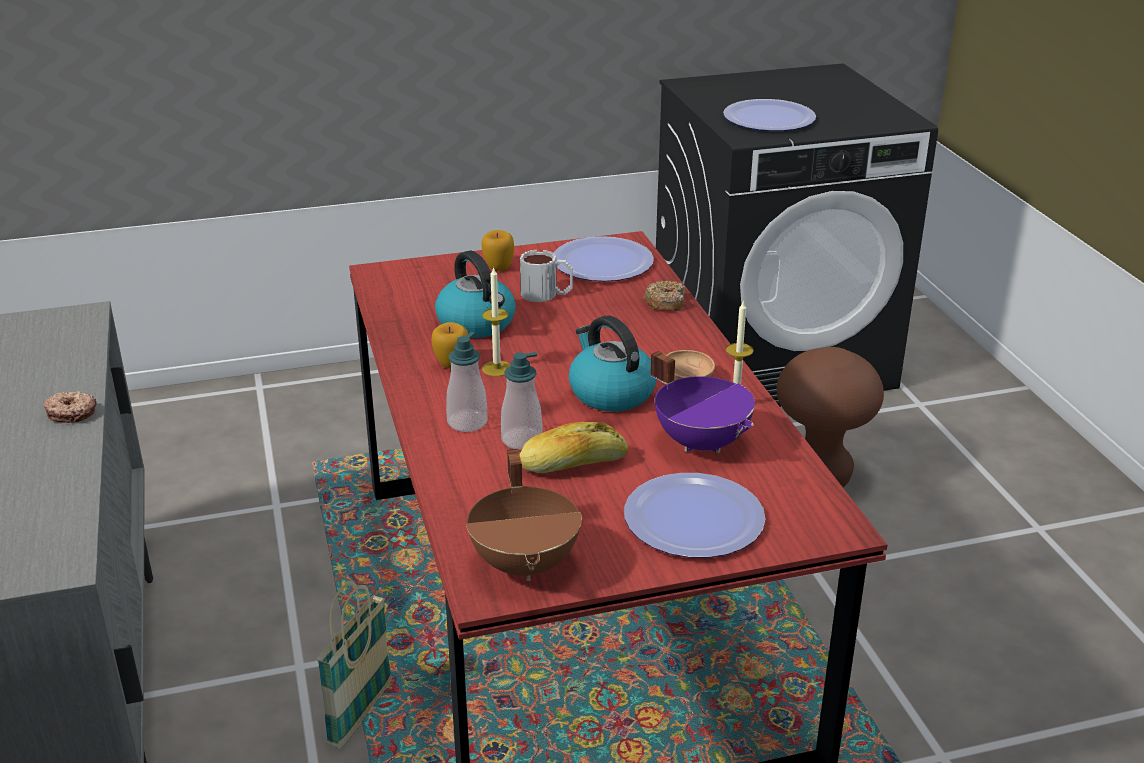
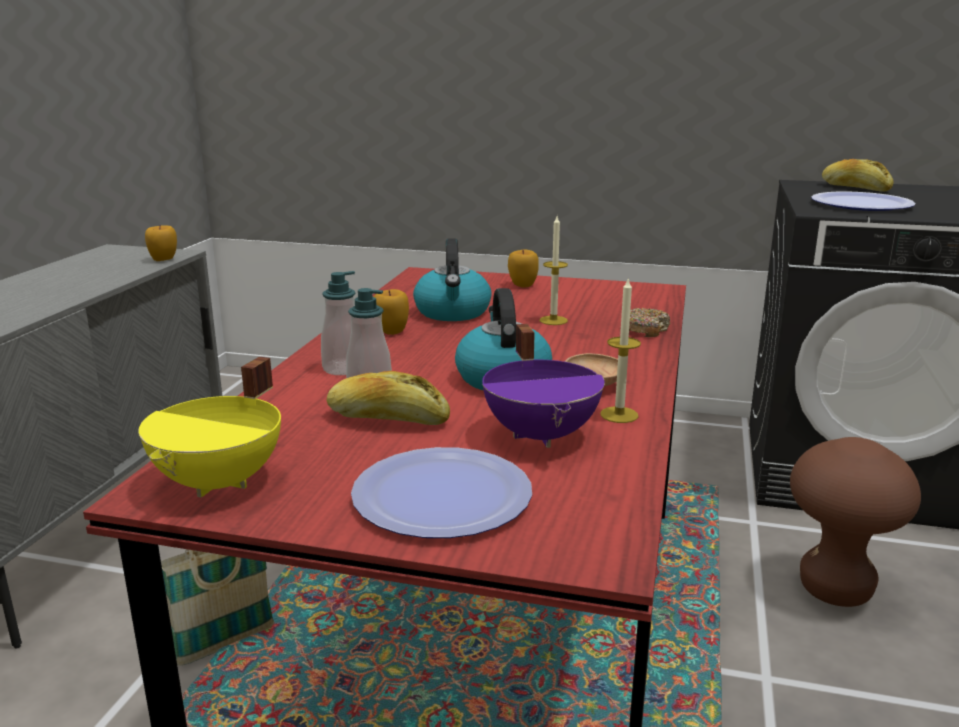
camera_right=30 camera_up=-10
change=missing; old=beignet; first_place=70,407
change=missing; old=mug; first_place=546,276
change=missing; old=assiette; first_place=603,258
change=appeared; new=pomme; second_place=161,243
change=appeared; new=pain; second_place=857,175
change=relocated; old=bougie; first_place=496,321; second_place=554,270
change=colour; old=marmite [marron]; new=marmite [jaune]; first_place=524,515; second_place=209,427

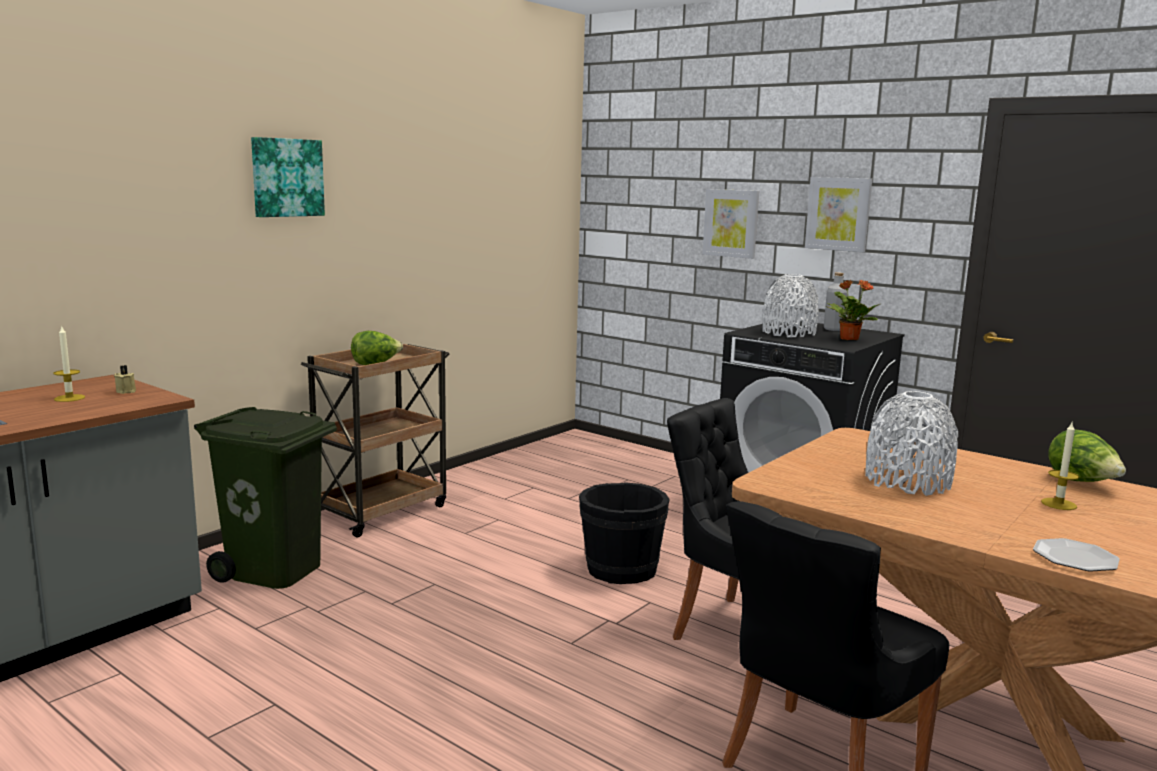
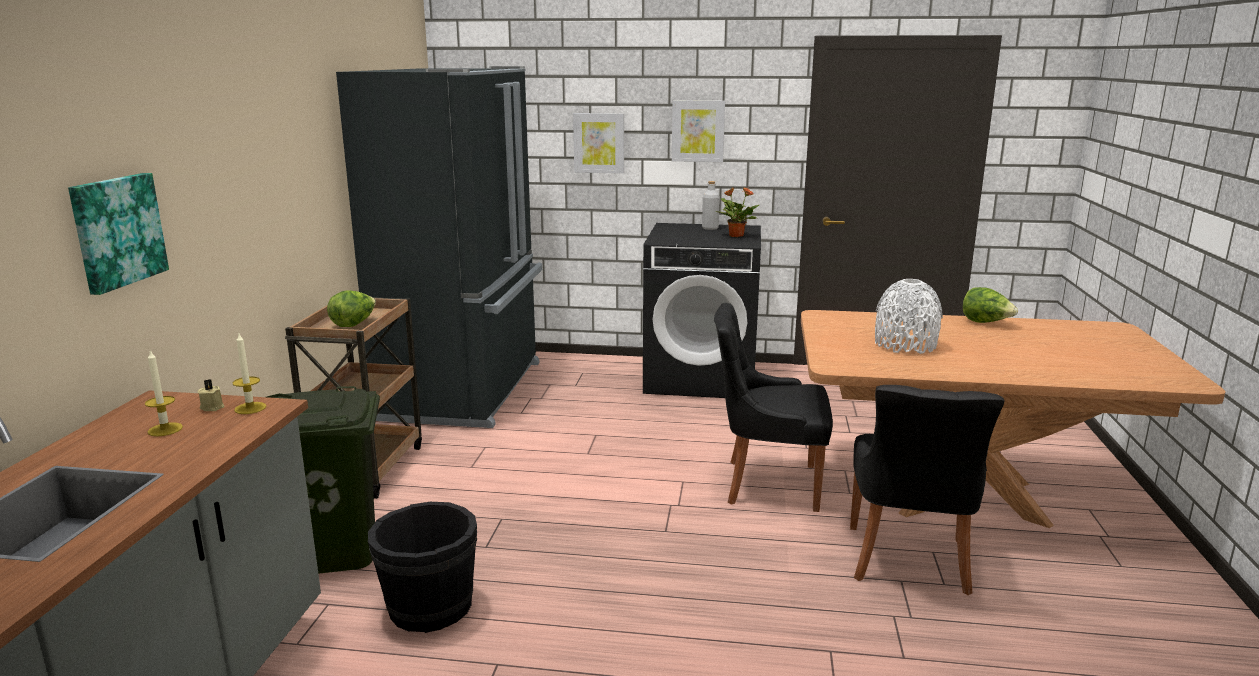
camera_right=-30 camera_up=5
change=missing; old=vase [blanc]; first_place=791,305
change=missing; old=assiette; first_place=1076,555
change=appeared; new=réfrigérateur [noir]; second_place=439,247
change=relocated; old=tableau; first_place=288,177; second_place=118,234
change=relocated; old=seau [noir]; first_place=624,533; second_place=422,567
change=relocated; old=bougie; first_place=1060,466; second_place=249,374

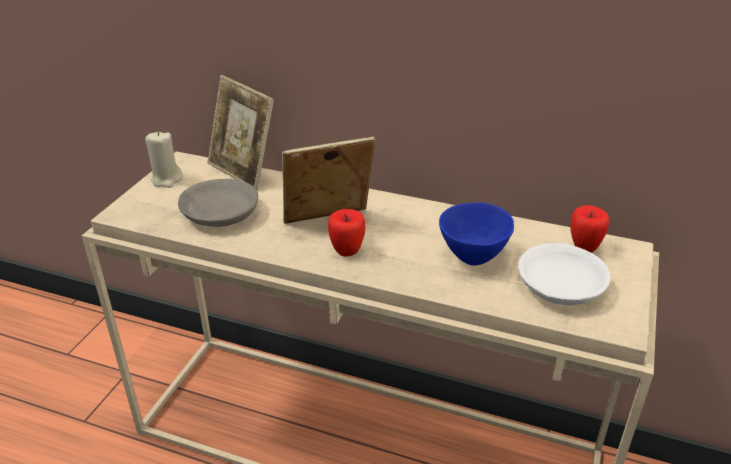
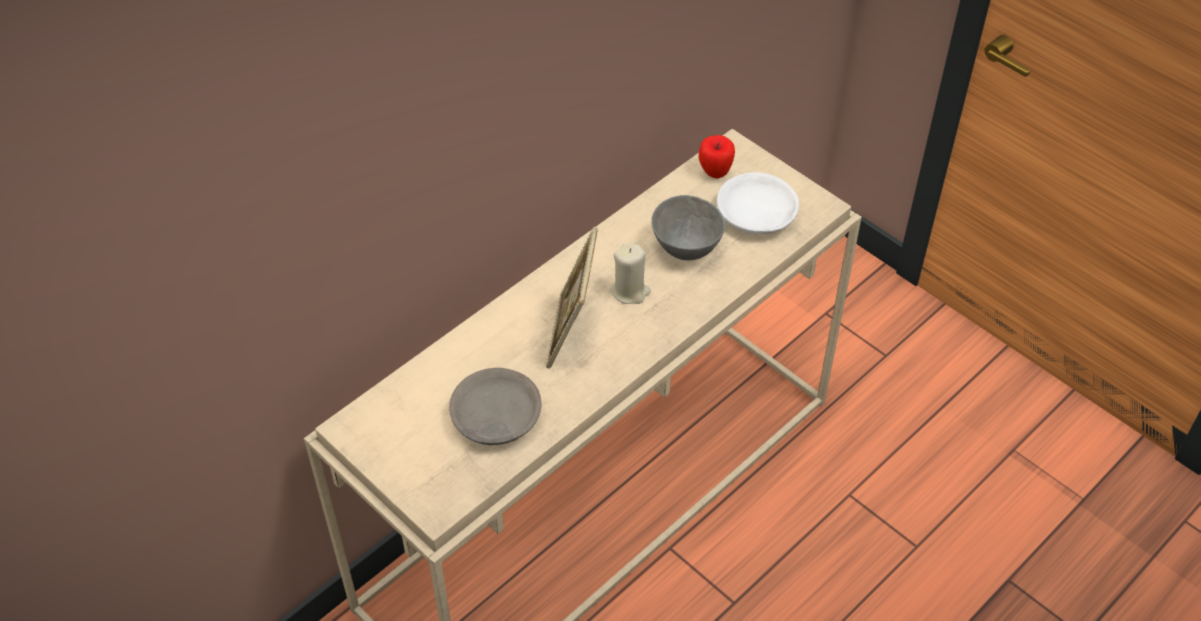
camera_right=-65 camera_up=15
change=missing; old=cadre photo; first_place=241,132
change=missing; old=pomme; first_place=346,233
change=relocated; old=bougie [beige]; first_place=164,159; second_place=630,273
change=colour; old=bol [bleu]; new=bol [gris]; first_place=476,234; second_place=688,227

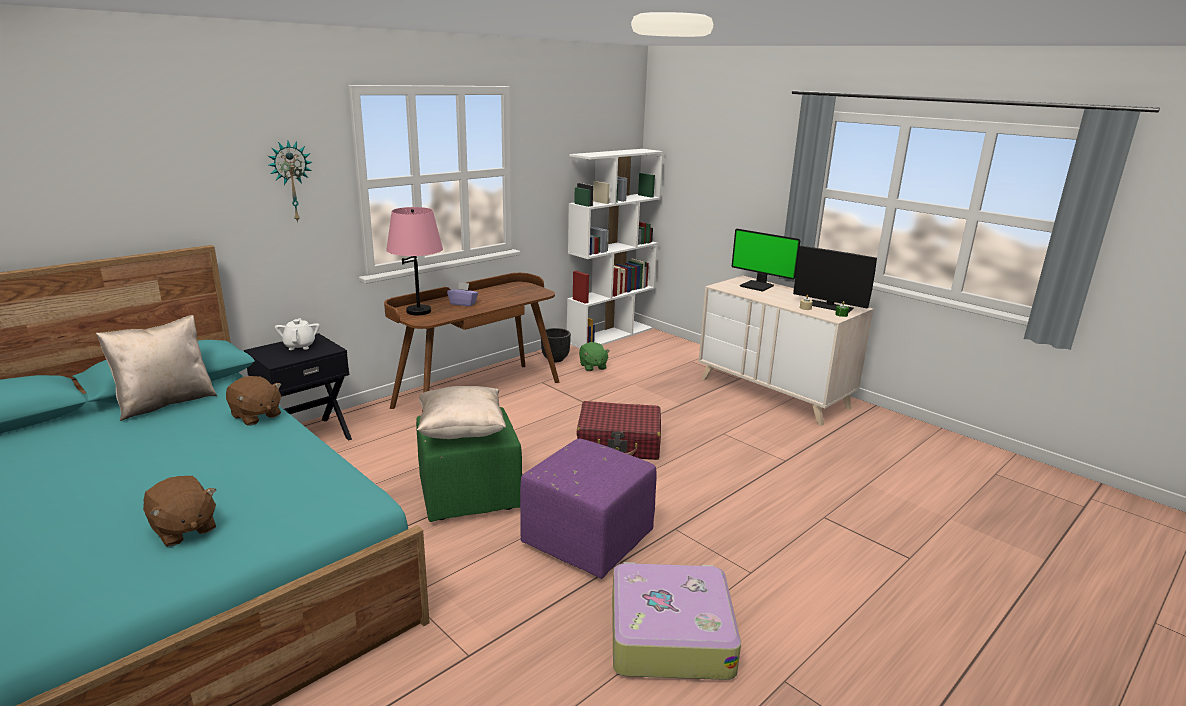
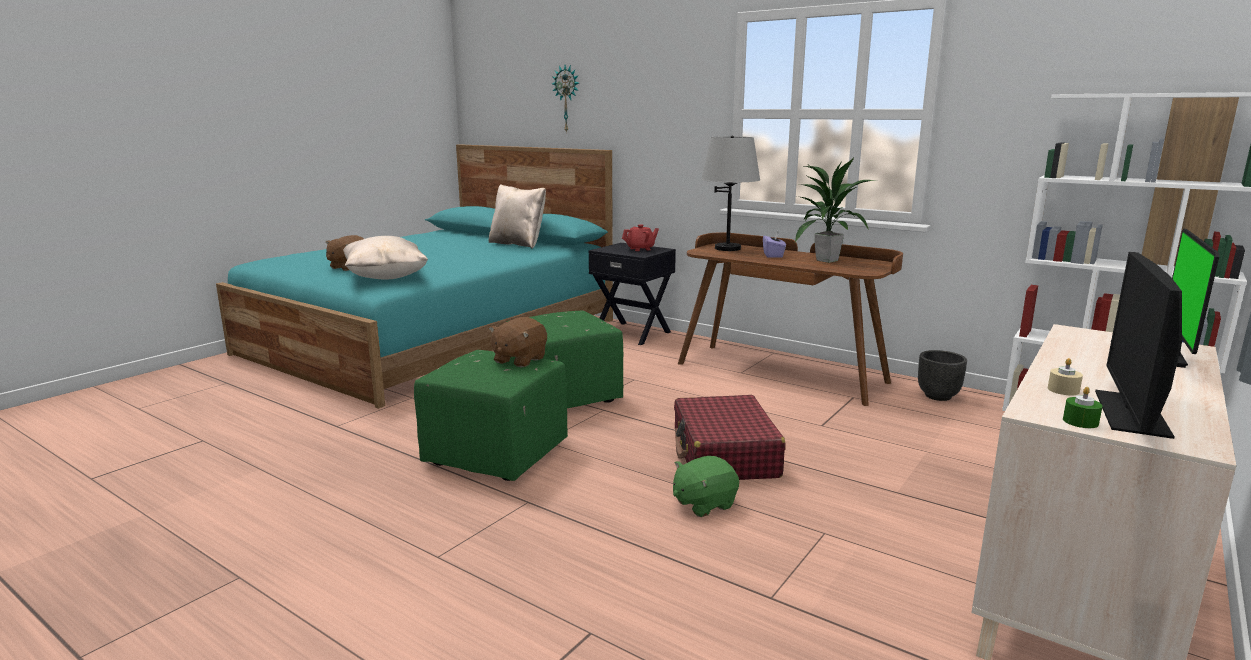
camera_right=80 camera_up=-5
change=missing; old=valise; first_place=676,621
change=appeared; new=plante en pot; second_place=835,210
change=relocated; old=peluche [marron]; first_place=254,400; second_place=517,342
change=relocated; old=horloge murale; first_place=290,182; second_place=565,99
change=relocated; old=coussin [beige]; first_place=461,412; second_place=385,257
change=relocated; old=peluche [vert]; first_place=594,356; second_place=706,486
change=colour; old=théière [blanc]; new=théière [rouge]; first_place=297,334; second_place=640,237
change=colour; old=lampe de table [rose]; new=lampe de table [gris]; first_place=414,261; second_place=730,193
change=colour; old=pouf [violet]; new=pouf [vert]; first_place=588,509; second_place=491,415

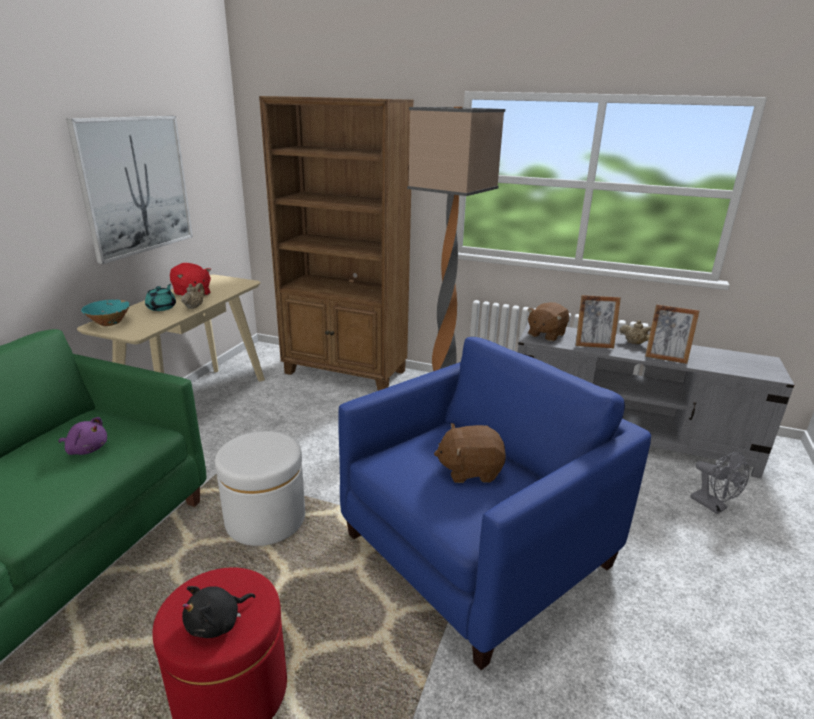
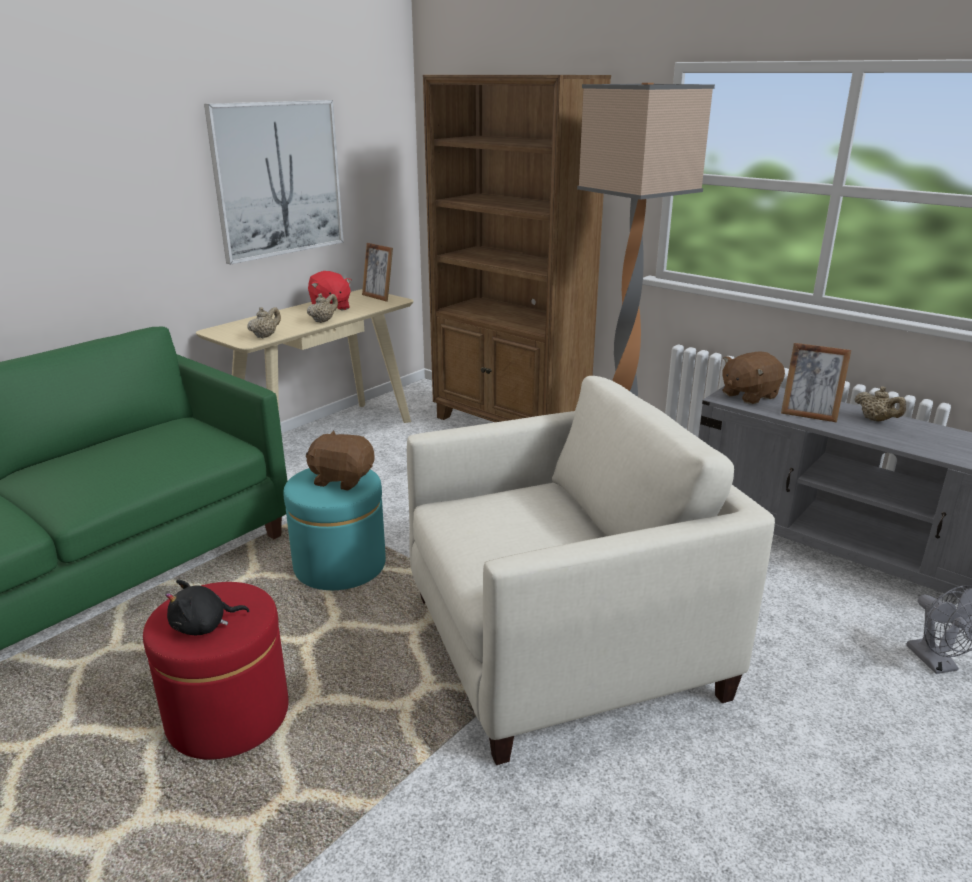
camera_right=20 camera_up=0
change=missing; old=peluche [violet]; first_place=83,436
change=missing; old=bol [turquoise]; first_place=105,313
change=missing; old=théière [turquoise]; first_place=160,297
change=appeared; new=théière [beige]; second_place=264,322
change=relocated; old=peluche [marron]; first_place=470,453; second_place=340,461
change=relocated; old=cadre photo; first_place=672,334; second_place=377,272
change=colour; old=pouf [blanc]; new=pouf [turquoise]; first_place=260,488; second_place=334,529
change=colour; old=fauteuil [bleu]; new=fauteuil [beige]; first_place=494,503; second_place=591,570

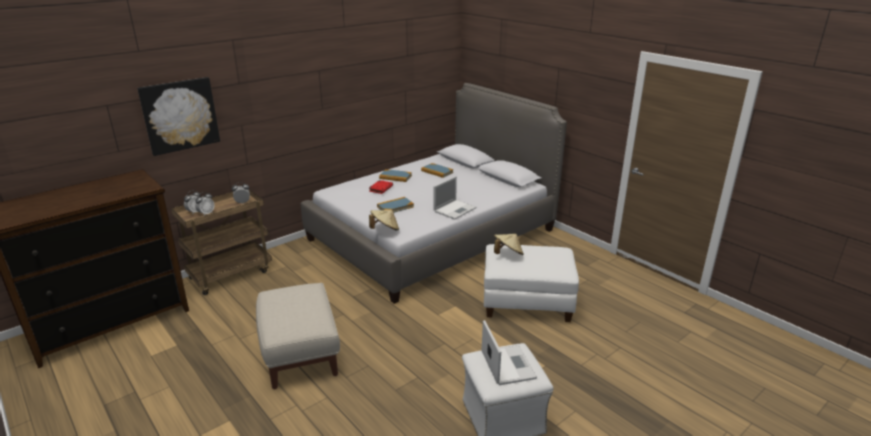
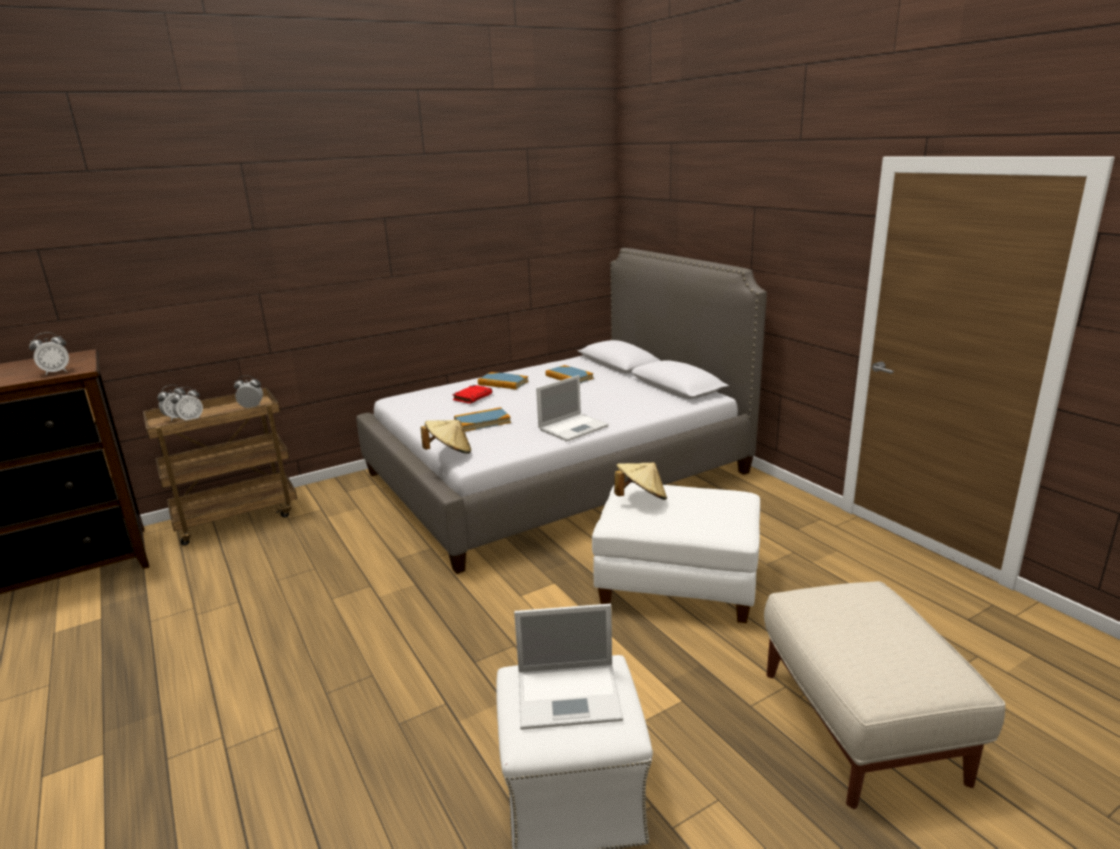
camera_right=10 camera_up=-5
change=missing; old=tableau; first_place=178,116
change=appeared; new=réveil; second_place=49,353
change=relocated; old=pouf [beige]; first_place=298,336; second_place=885,695
change=spun; old=ordinateur portable; first_place=509,352; second_place=568,667; degrees=90

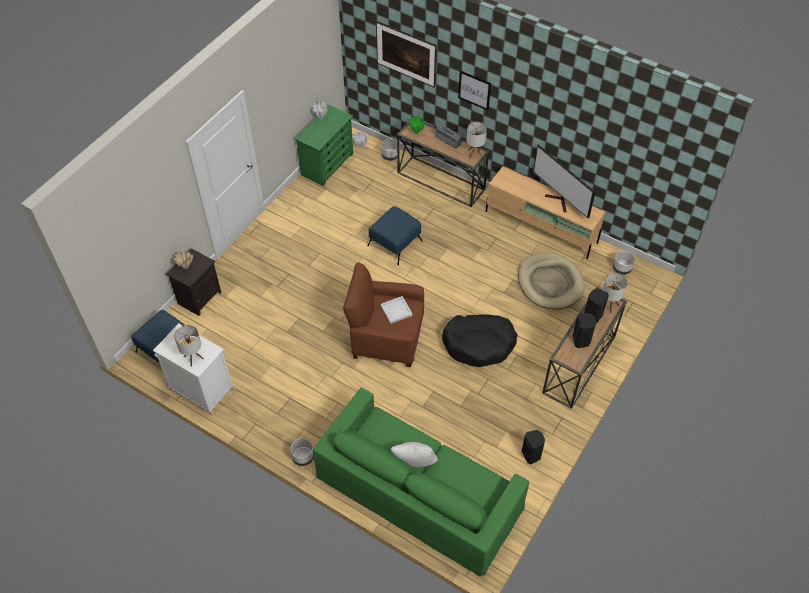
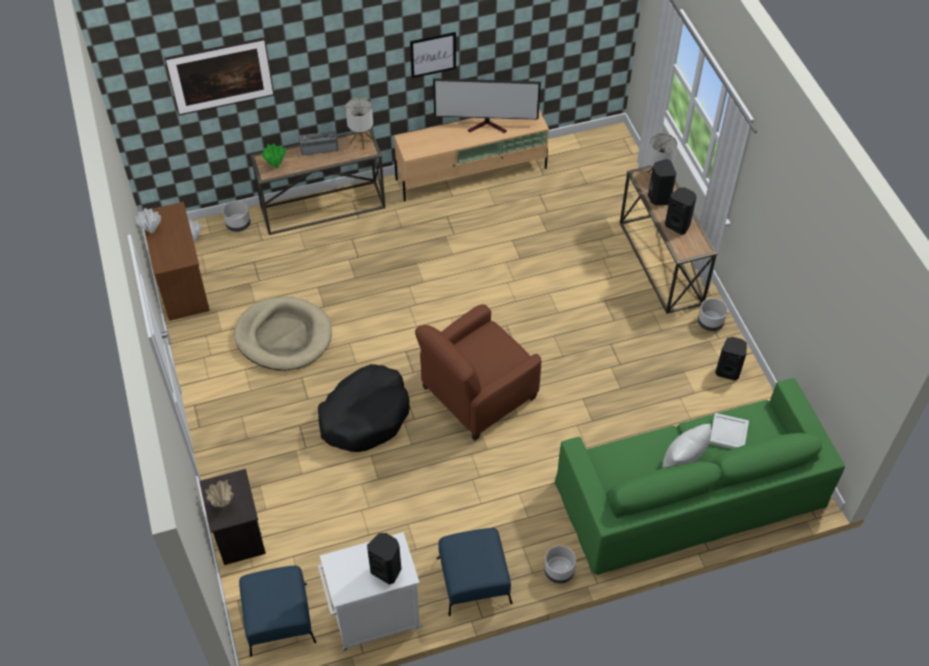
camera_right=-50 camera_up=0
change=relocated; old=pouf [bleu]; first_place=395,235; second_place=474,572
change=relocated; old=plateau [blanc]; first_place=396,310; second_place=729,431
change=relocated; old=panier pour chien [noir]; first_place=480,340; second_place=364,408
change=relocated; old=tableau; first_place=474,91; second_place=433,55
change=relocated; old=panier pour chien [beige]; first_place=551,281; second_place=283,333
change=relocated; old=cache-pot [gris]; first_place=624,263; second_place=713,314
change=exchanged; old=lampe de table; new=enceinte [noir]; first_place=189,346; second_place=384,558
change=colour; old=commode [vert]; new=commode [marron]; first_place=324,145; second_place=177,261

